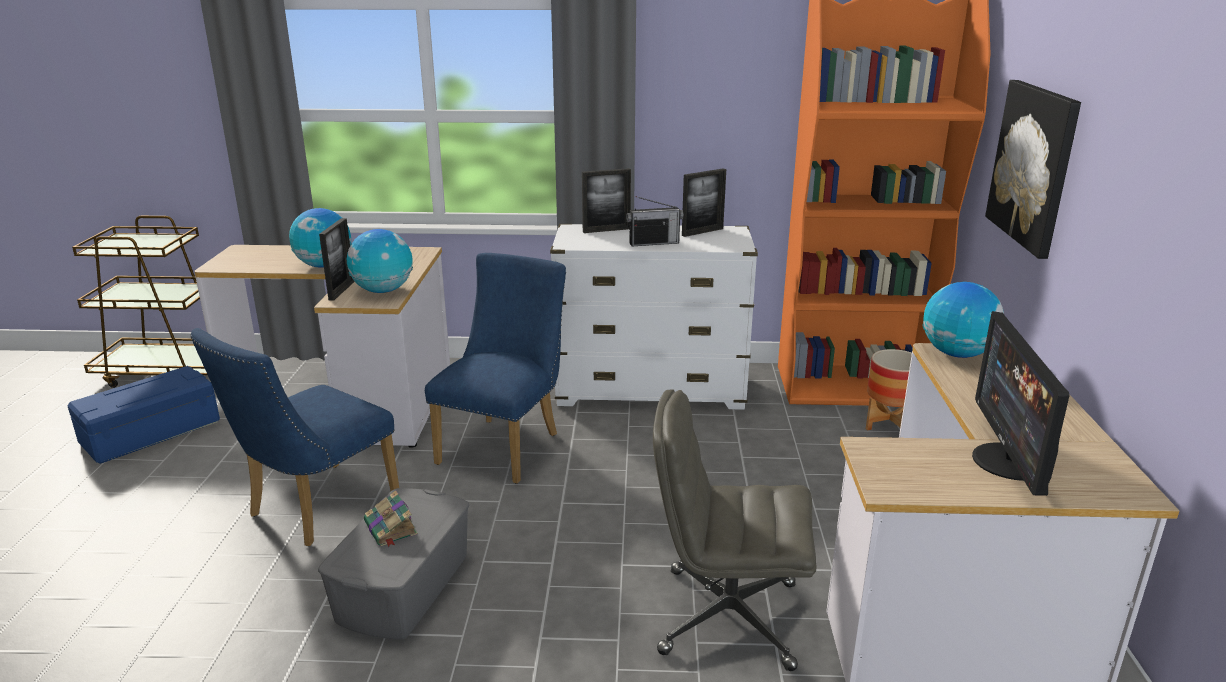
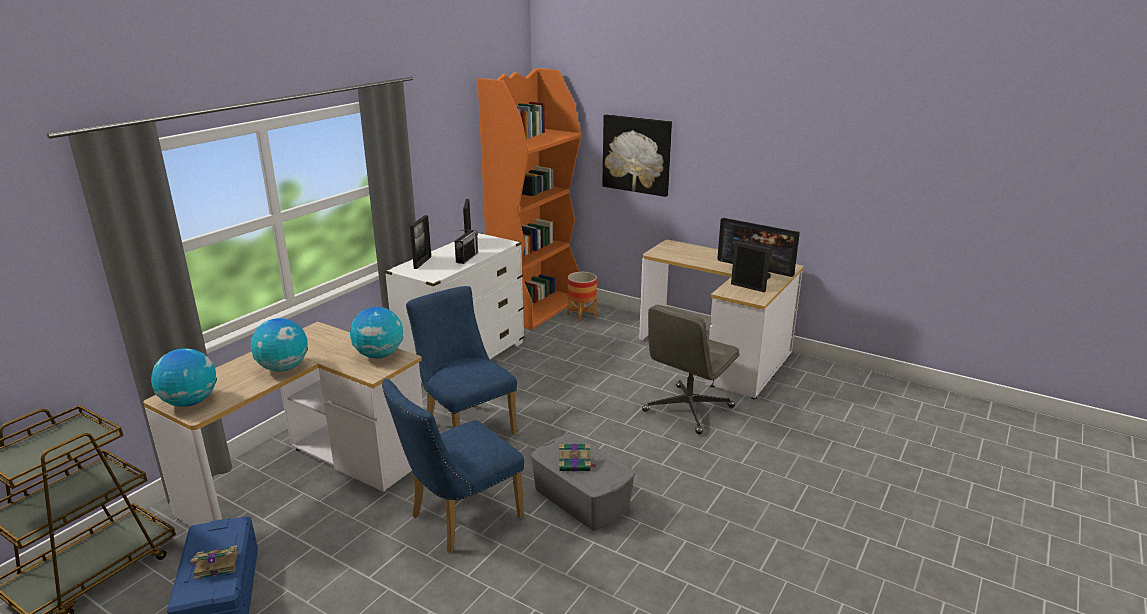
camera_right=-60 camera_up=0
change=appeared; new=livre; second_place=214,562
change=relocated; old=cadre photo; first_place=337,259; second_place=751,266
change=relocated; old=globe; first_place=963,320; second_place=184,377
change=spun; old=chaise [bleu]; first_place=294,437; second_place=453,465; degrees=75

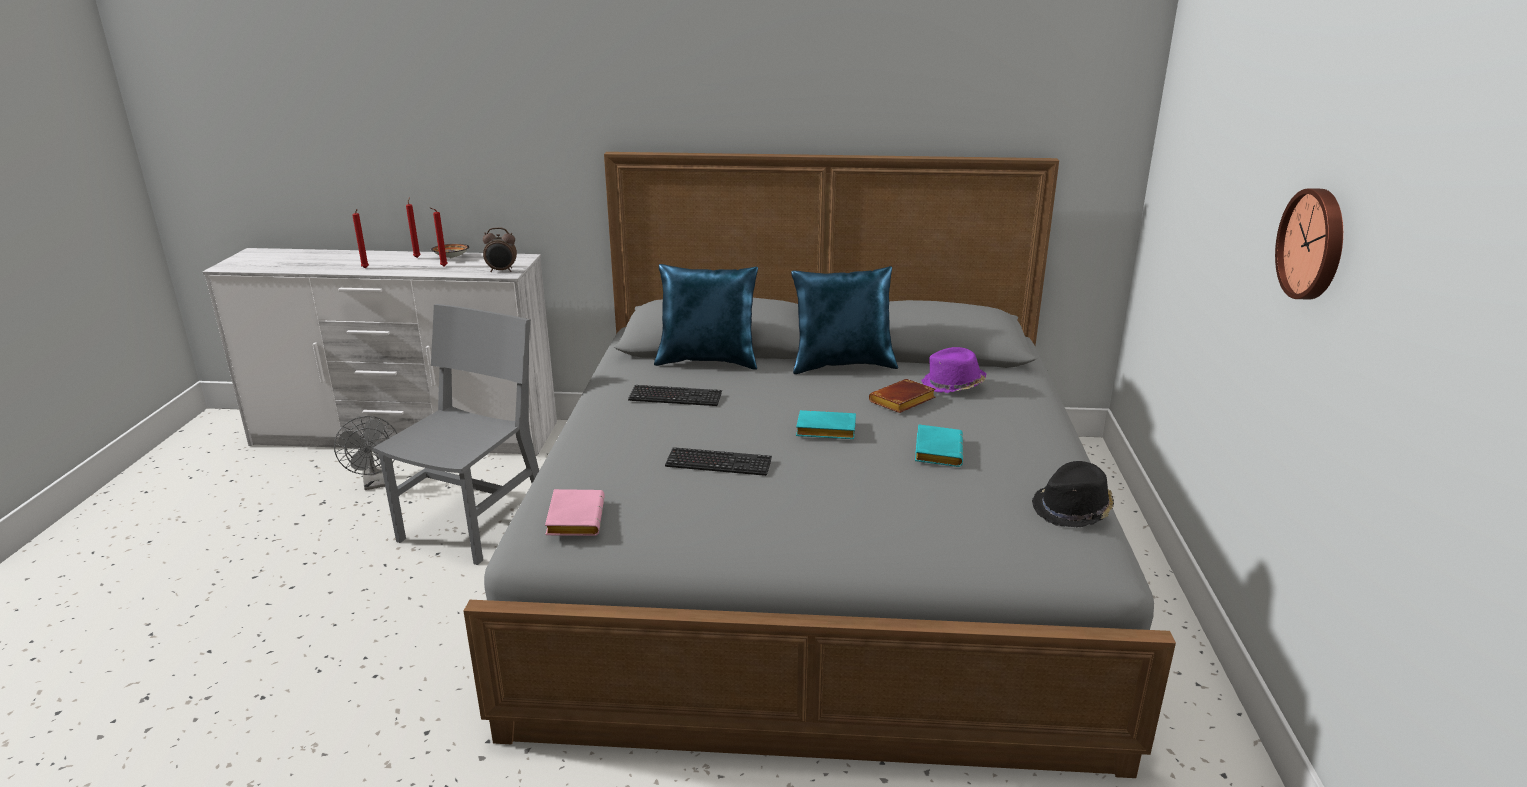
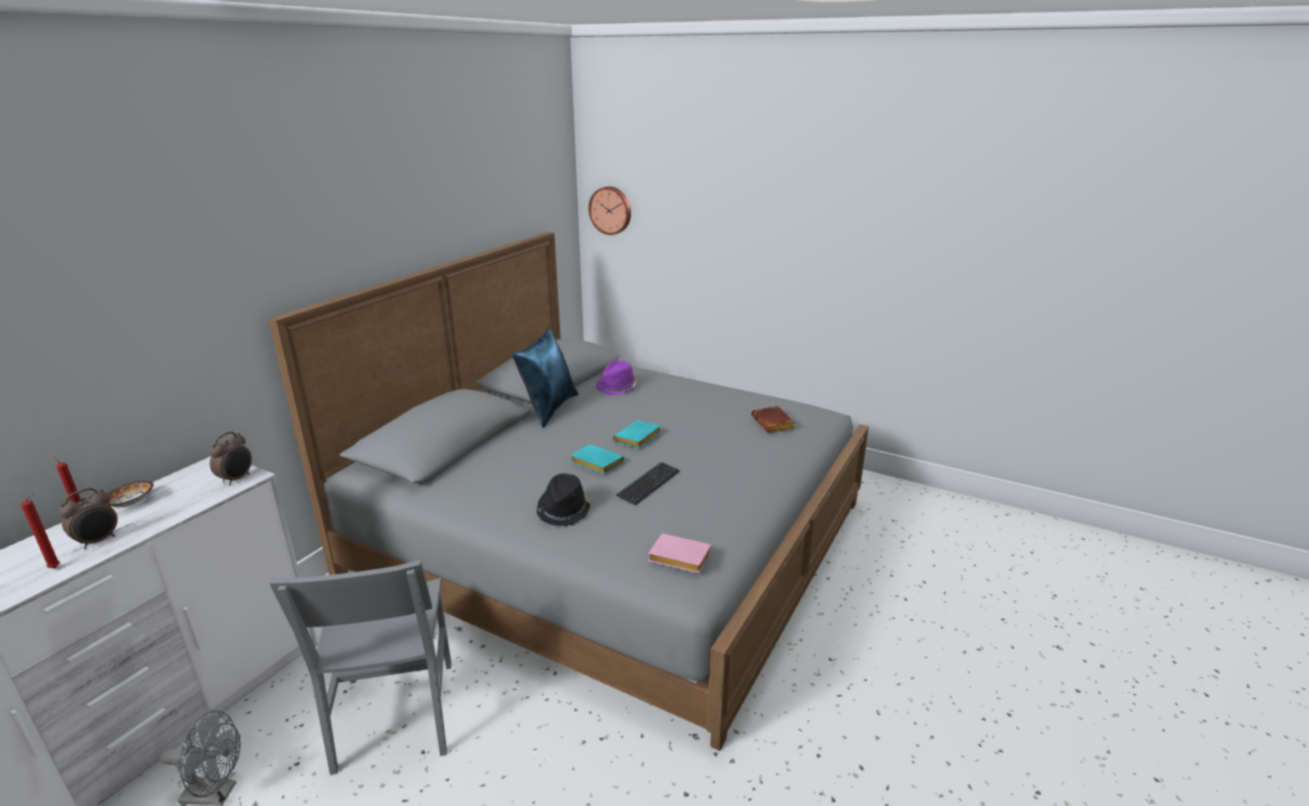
camera_right=-65 camera_up=0
change=missing; old=bougie [rouge]; first_place=439,237
change=missing; old=clavier; first_place=675,395
change=missing; old=coussin [bleu]; first_place=706,317
change=appeared; new=réveil; second_place=88,518
change=relocated; old=livre [marron]; first_place=902,396; second_place=773,419
change=relocated; old=livre [turquoise]; first_place=939,445; second_place=597,459
change=relocated; old=chapeau [noir]; first_place=1073,494; second_place=563,499
change=relocated; old=horloge murale; first_place=1309,244; second_place=609,210
change=spun; old=chaise [gris]; first_place=456,434; second_place=360,667; degrees=-150

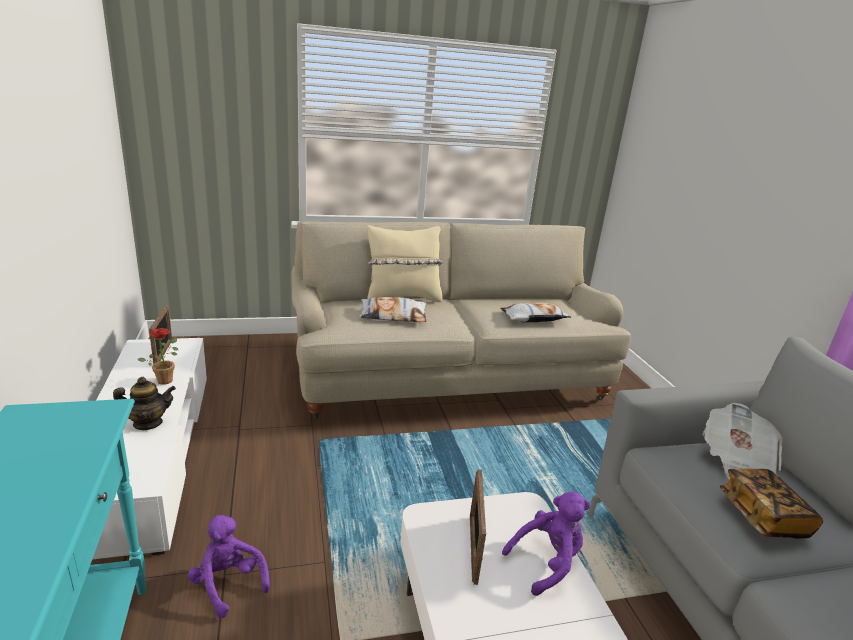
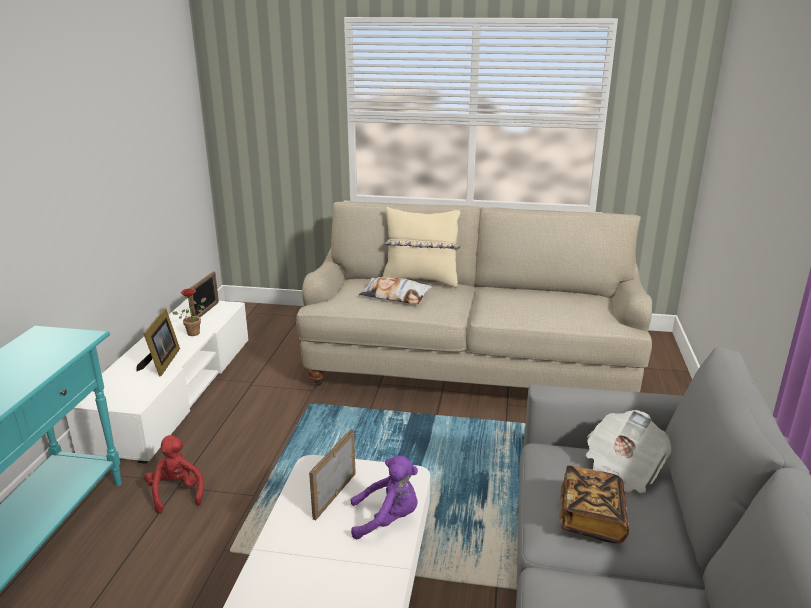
camera_right=25 camera_up=0
change=missing; old=coussin; first_place=535,312
change=exchanged; old=théière; new=cadre photo; first_place=144,403; second_place=158,342
change=colour; old=peluche [violet]; new=peluche [rouge]; first_place=229,566; second_place=174,474

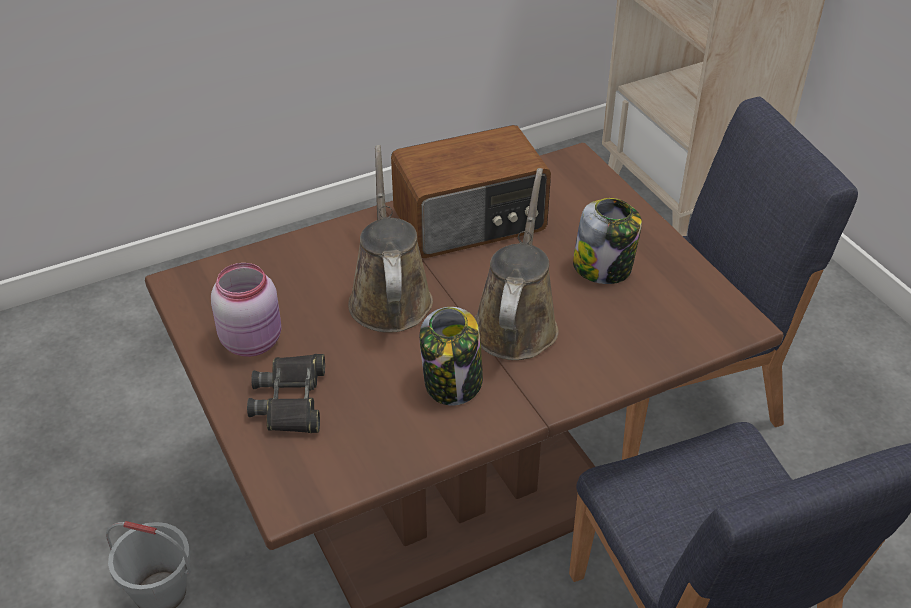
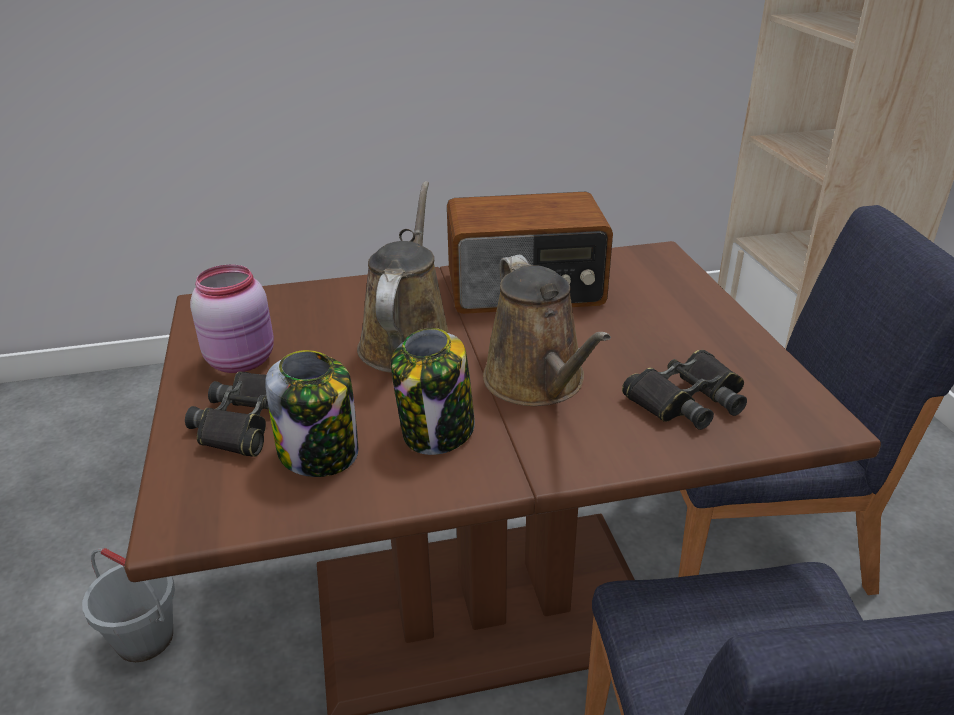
camera_right=15 camera_up=-10
change=appeared; new=jumelles [noir]; second_place=684,390
change=relocated; old=bocal; first_place=607,241; second_place=311,413
change=spun; old=arrosoir [marron]; first_place=516,264; second_place=547,330; degrees=135

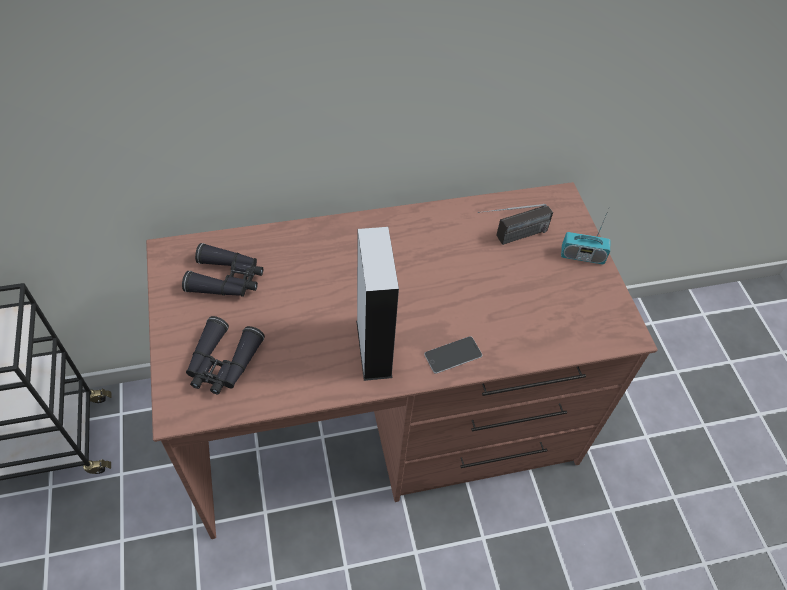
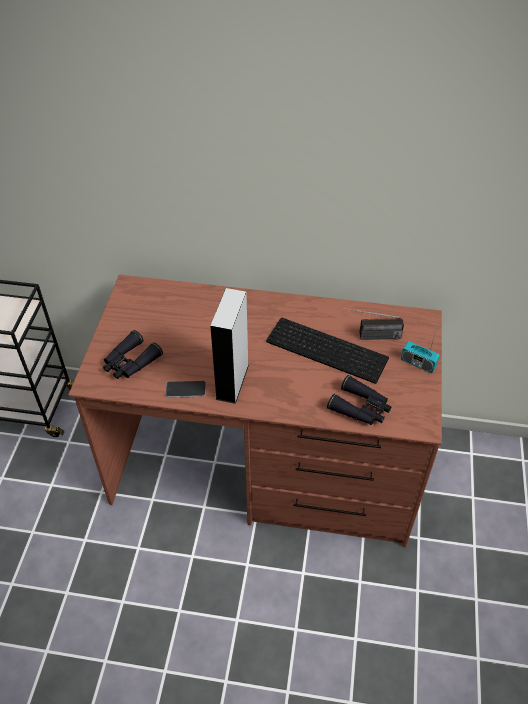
camera_right=25 camera_up=-5
change=appeared; new=clavier; second_place=327,351
change=relocated; old=jumelles [noir]; first_place=222,270; second_place=359,400
change=relocated; old=téléphone; first_place=453,355; second_place=186,389

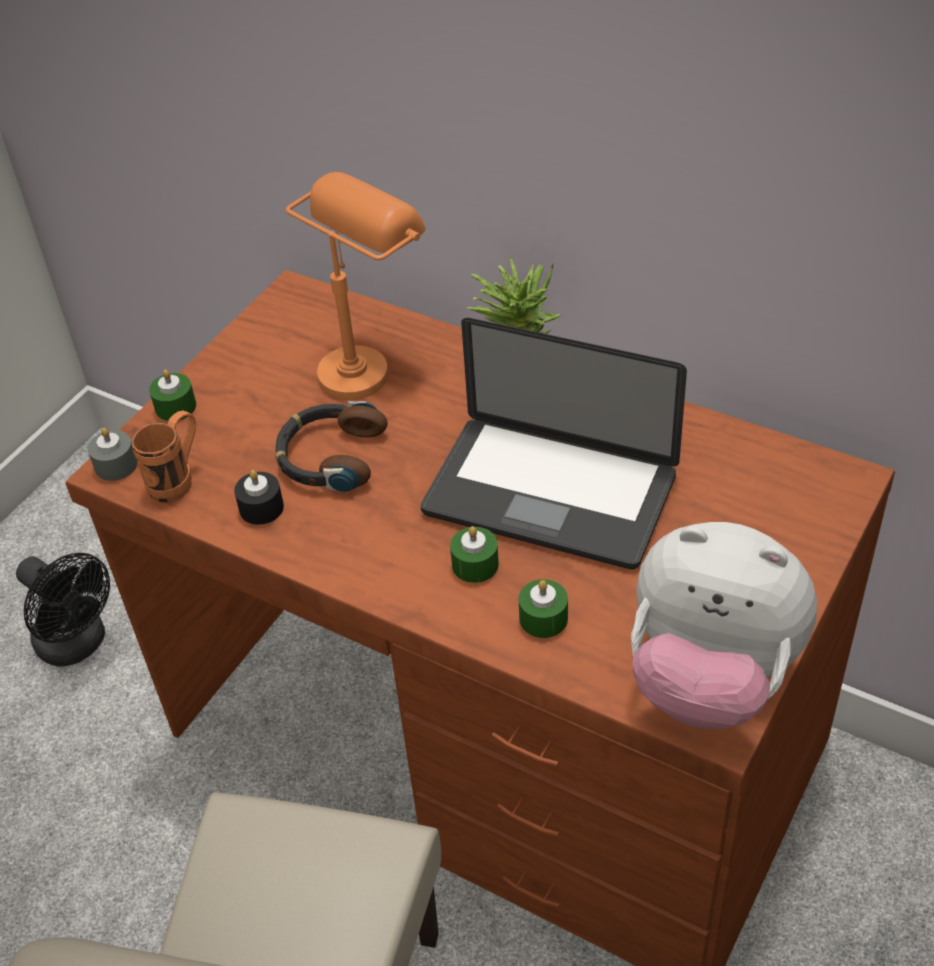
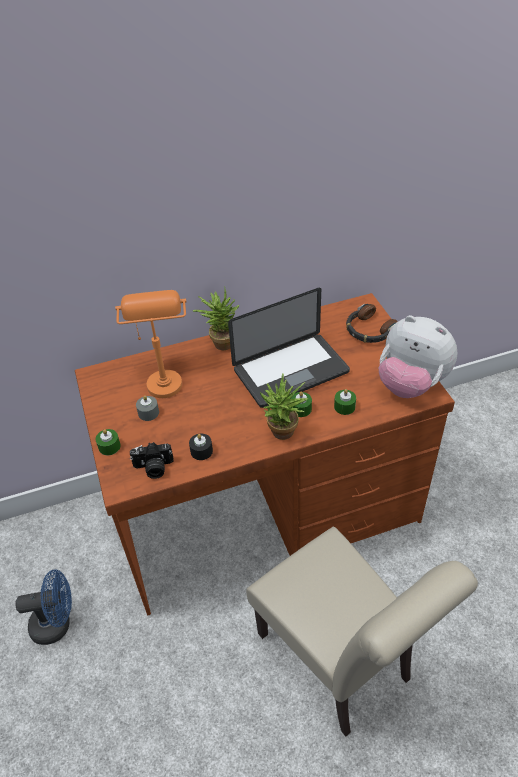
camera_right=-50 camera_up=0
change=appeared; new=plante en pot; second_place=284,407
change=relocated; old=bougie [gris]; first_place=113,454; second_place=147,408
change=relocated; old=casque audio; first_place=331,446; second_place=372,323
change=exchanged; old=mug [orange]; new=appareil photo; first_place=164,456; second_place=152,460
change=colour; old=ventilateur [noir]; new=ventilateur [bleu]; first_place=63,610; second_place=43,607
change=spun; old=peluche; first_place=724,625; second_place=418,356; degrees=60

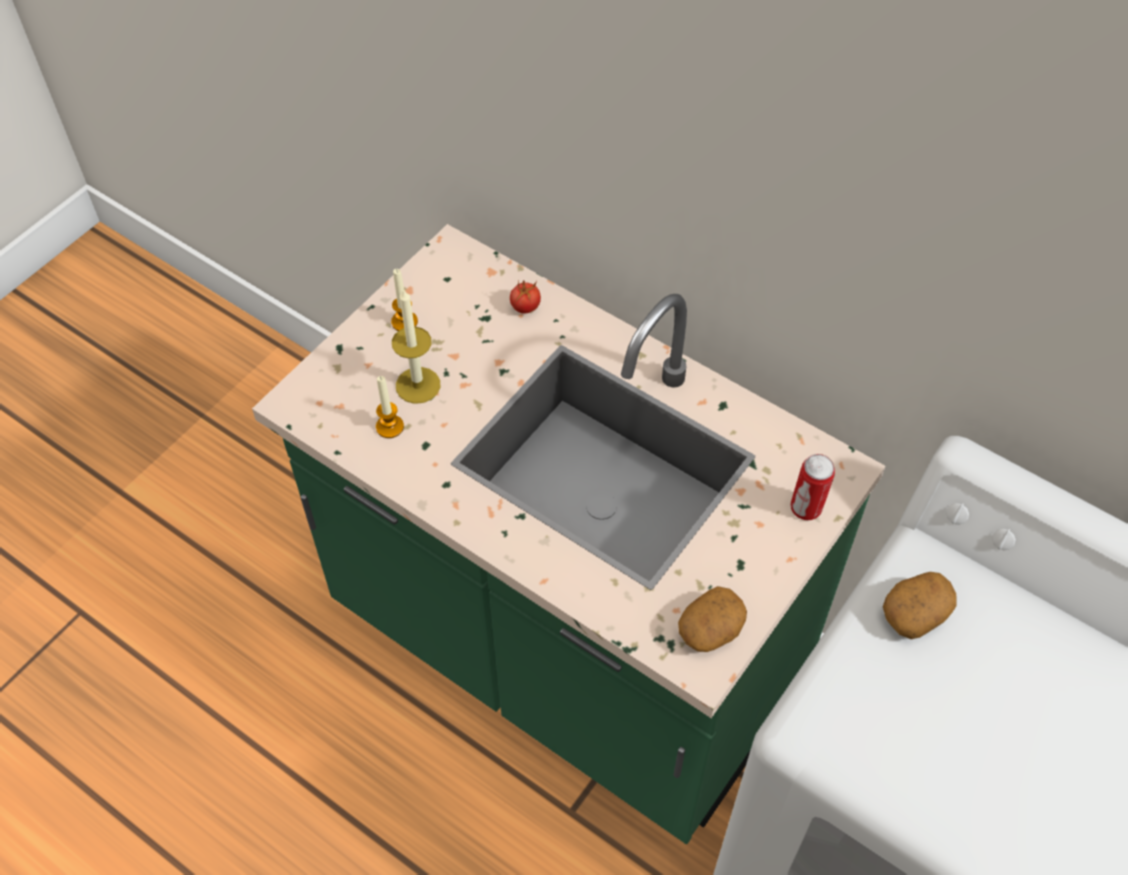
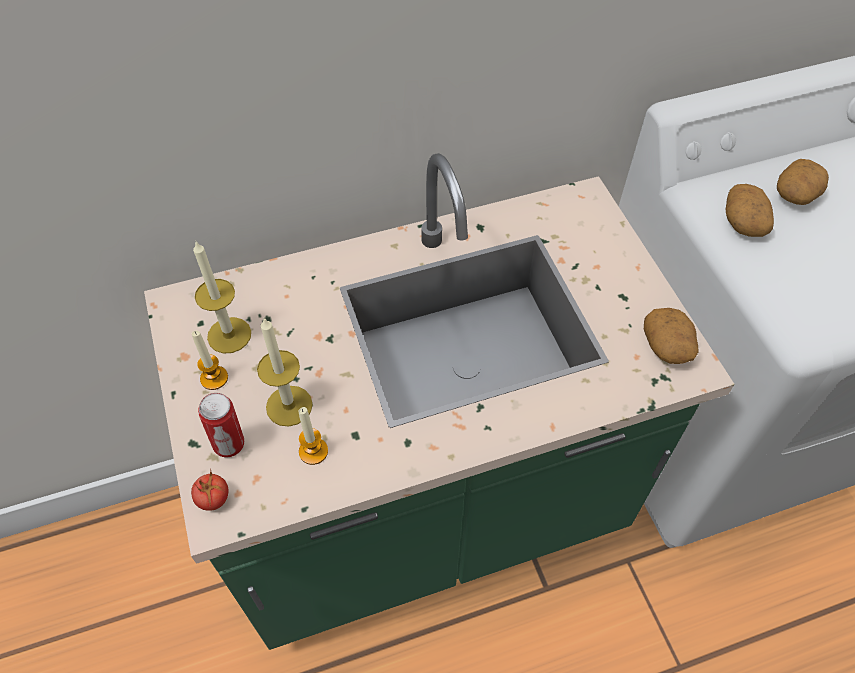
camera_right=-55 camera_up=0
change=appeared; new=bougie; second_place=222,298
change=appeared; new=pomme de terre; second_place=803,182
change=relocated; old=tomate; first_place=525,296; second_place=209,490
change=relocated; old=boîte métallique; first_place=813,487; second_place=221,425

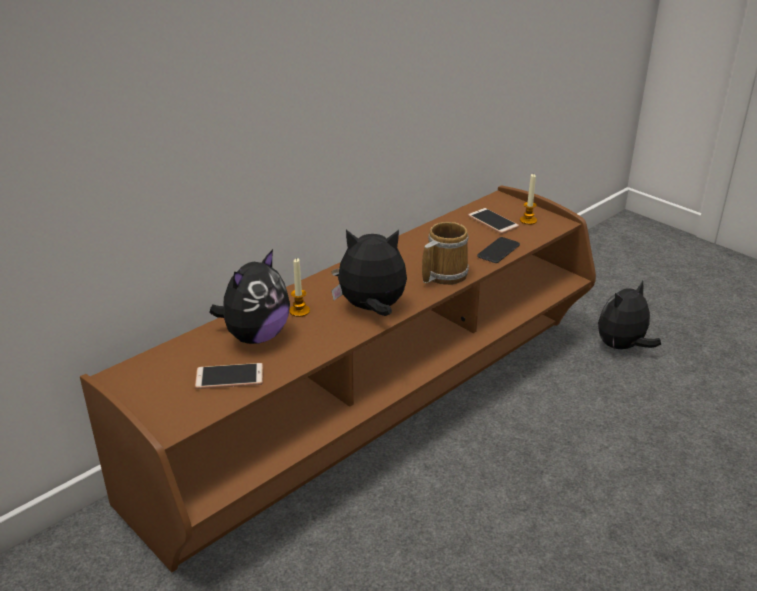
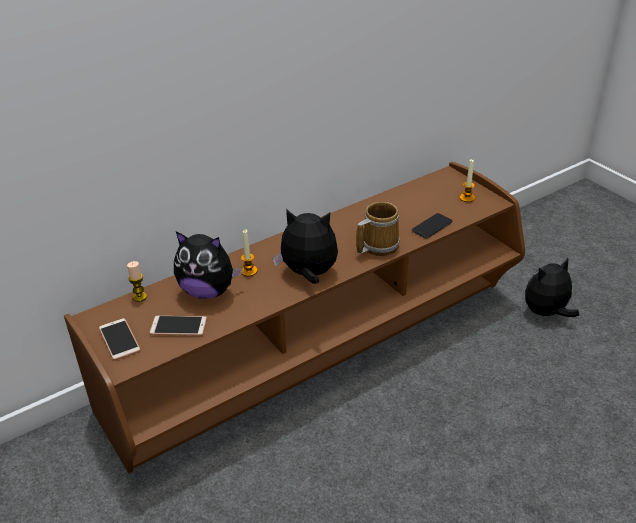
camera_right=10 camera_up=5
change=appeared; new=bougie; second_place=137,281
change=relocated; old=téléphone; first_place=493,221; second_place=119,339
change=spun; old=peluche; first_place=250,296; second_place=208,265; degrees=60

